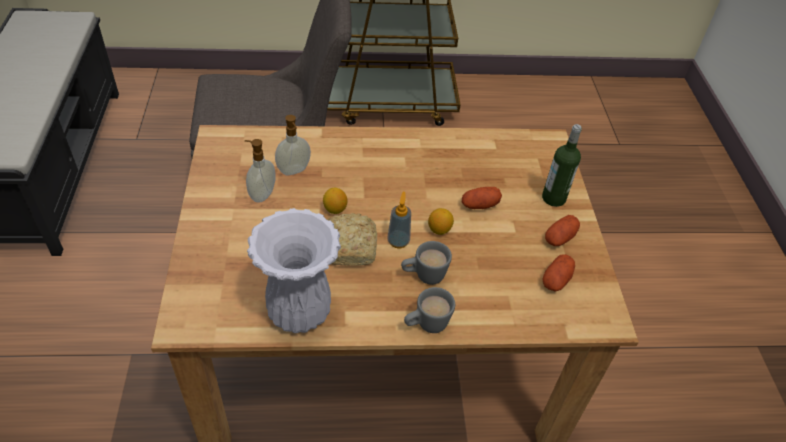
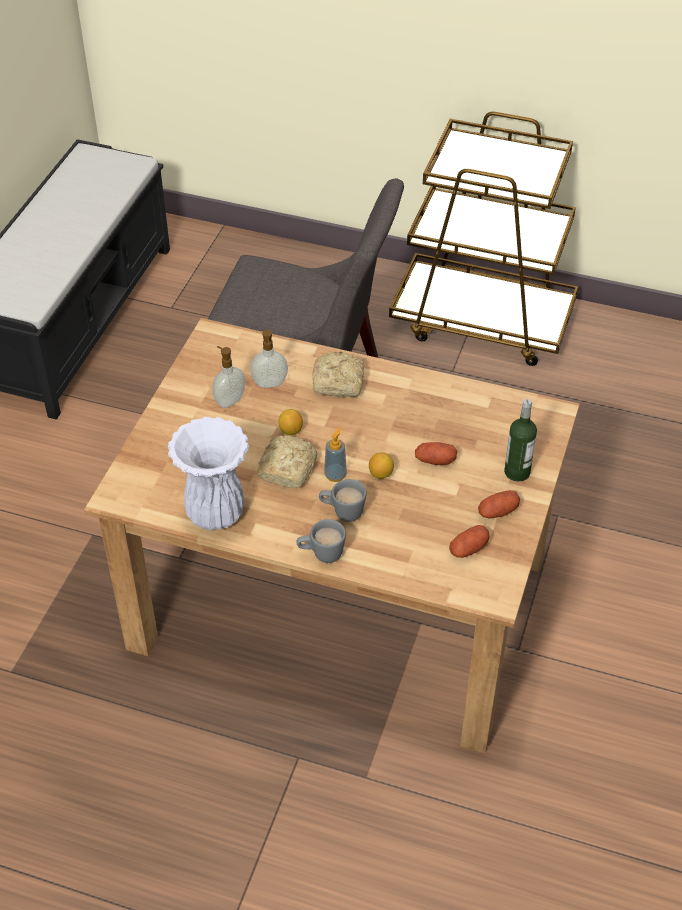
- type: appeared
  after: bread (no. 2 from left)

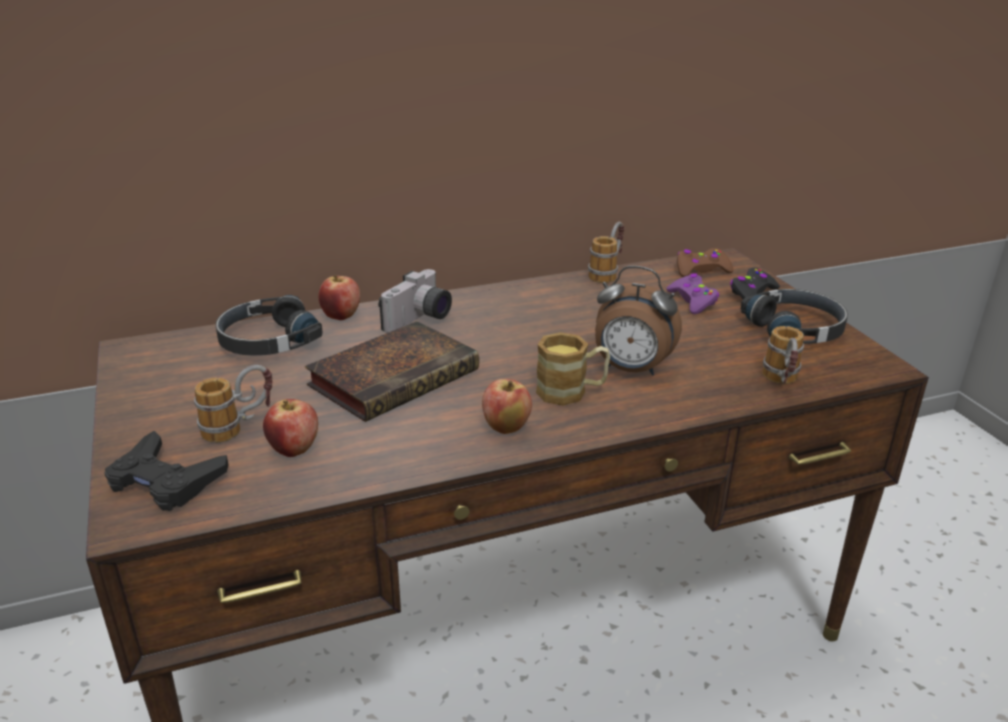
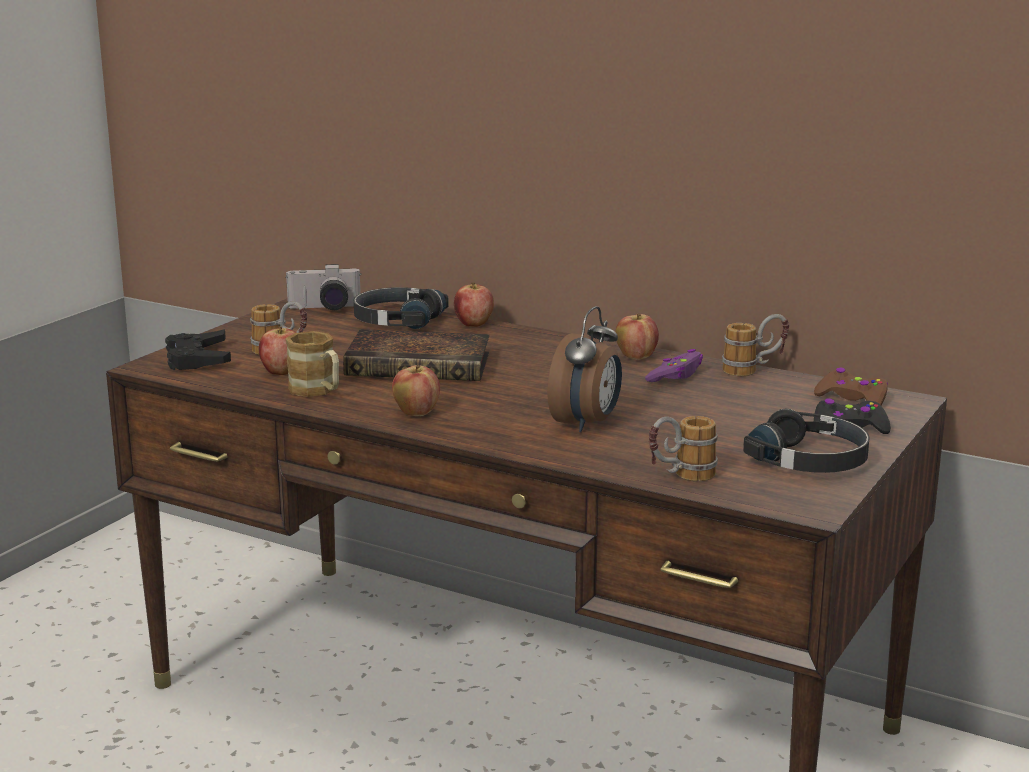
- type: relocated
  before: still camera
- type: relocated
  before: mug (no. 2 from left)
- type: spun
  before: table clock
  turn: -135
- type: relocated
  before: purple-coloured gamepad
- type: appeared
  after: whole apple (no. 4 from left)

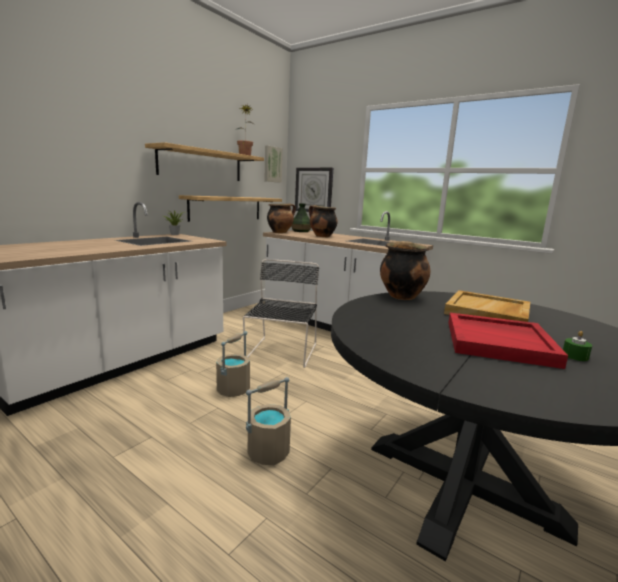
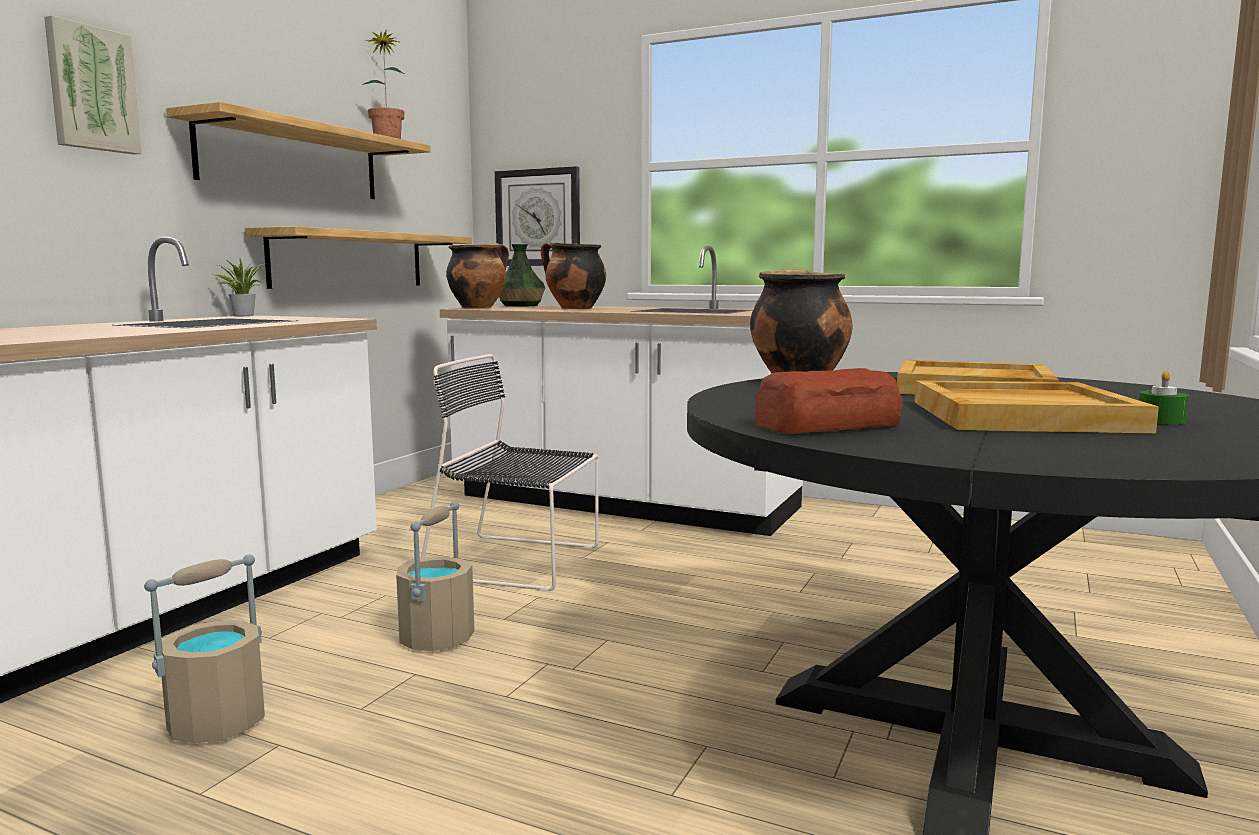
- type: spun
  before: black-coloured chair
  turn: -75
- type: relocated
  before: beige-coloured water bucket (no. 2 from left in the first image)
  after: beige-coloured water bucket (no. 1 from left)
- type: relocated
  before: wall picture
- type: colour
  before: red-coloured carrying tray
  after: beige-coloured carrying tray (no. 2 from left)
- type: appeared
  after: bread

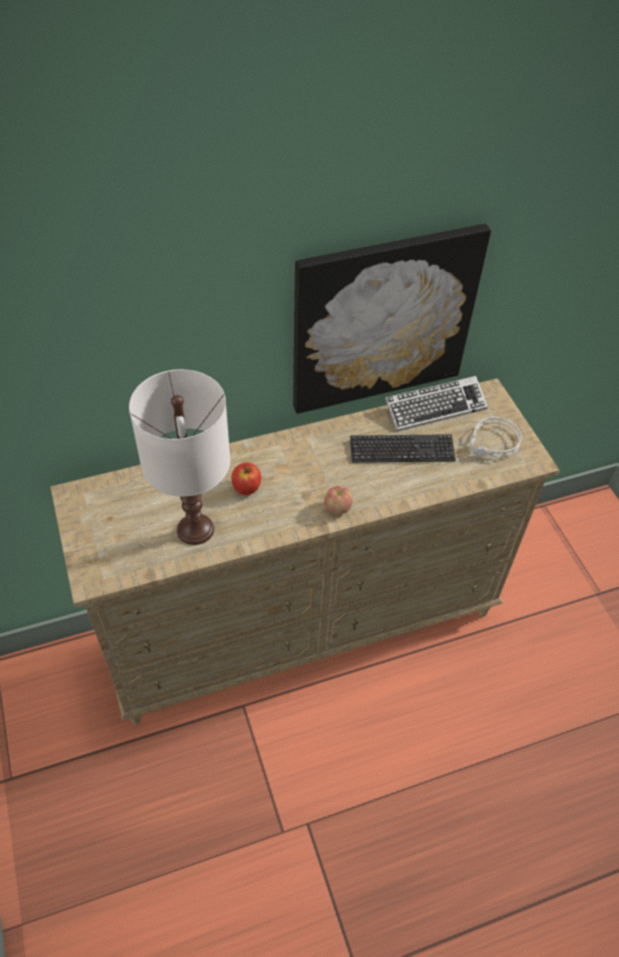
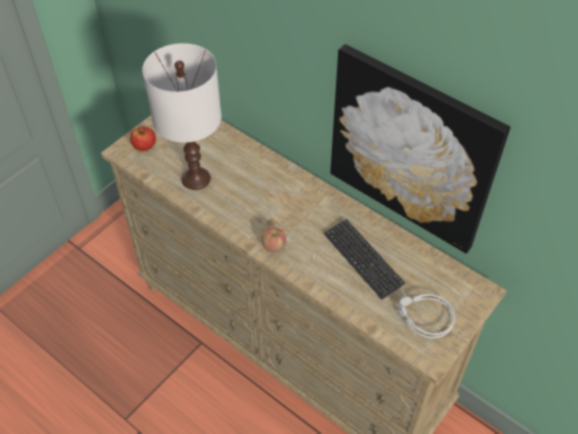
- type: relocated
  before: whole apple (no. 1 from left)
- type: missing
  before: PC keyboard (no. 2 from left)

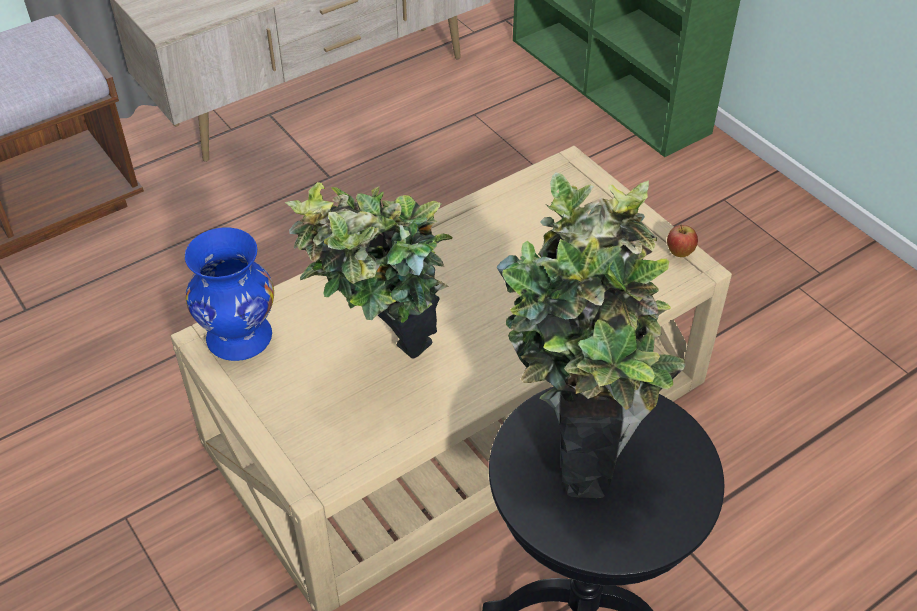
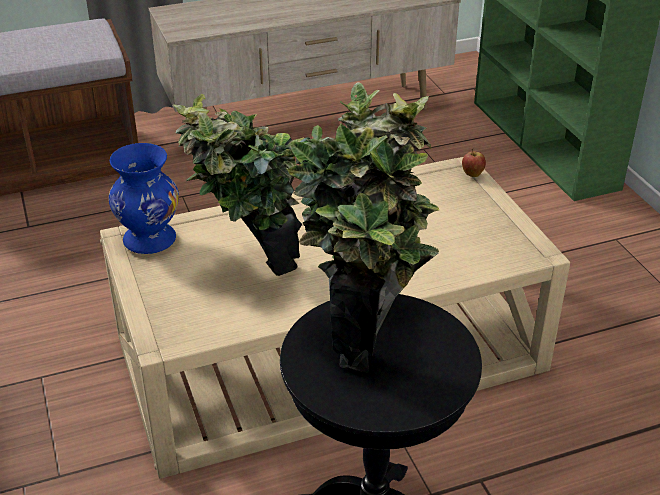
- type: relocated
  before: whole apple

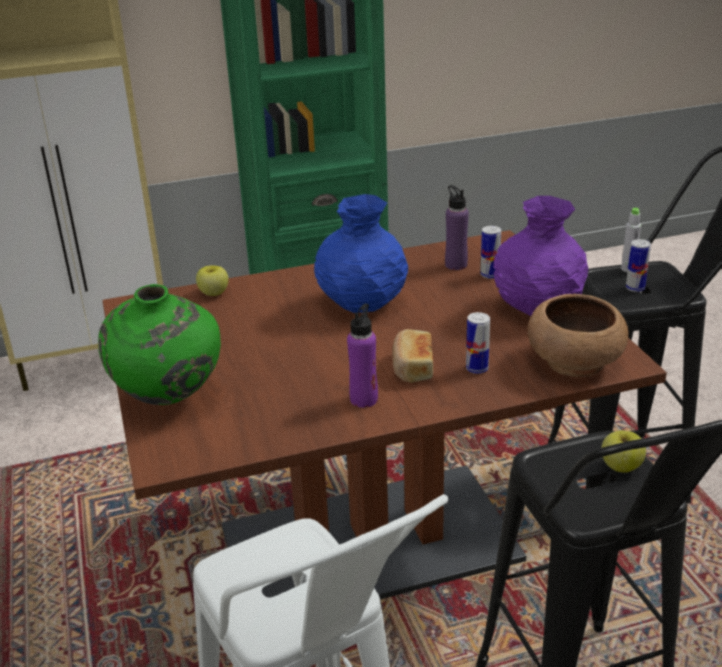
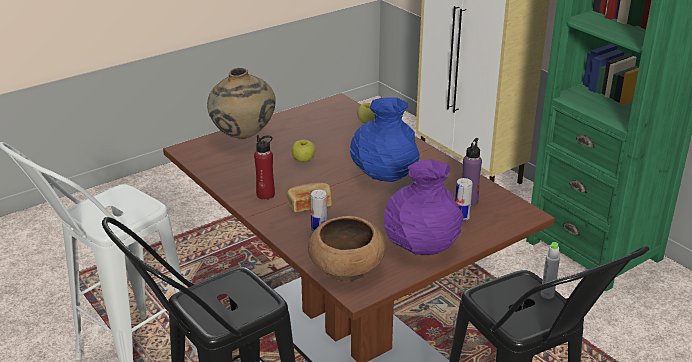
- type: colour
  before: greenish vase
  after: beige-coloured vase
- type: colour
  before: purple-coloured drink bottle (no. 1 from left)
  after: red-coloured drink bottle
- type: relocated
  before: whole apple (no. 2 from left in the first image)
  after: whole apple (no. 1 from left)
- type: missing
  before: metal can (no. 3 from left)

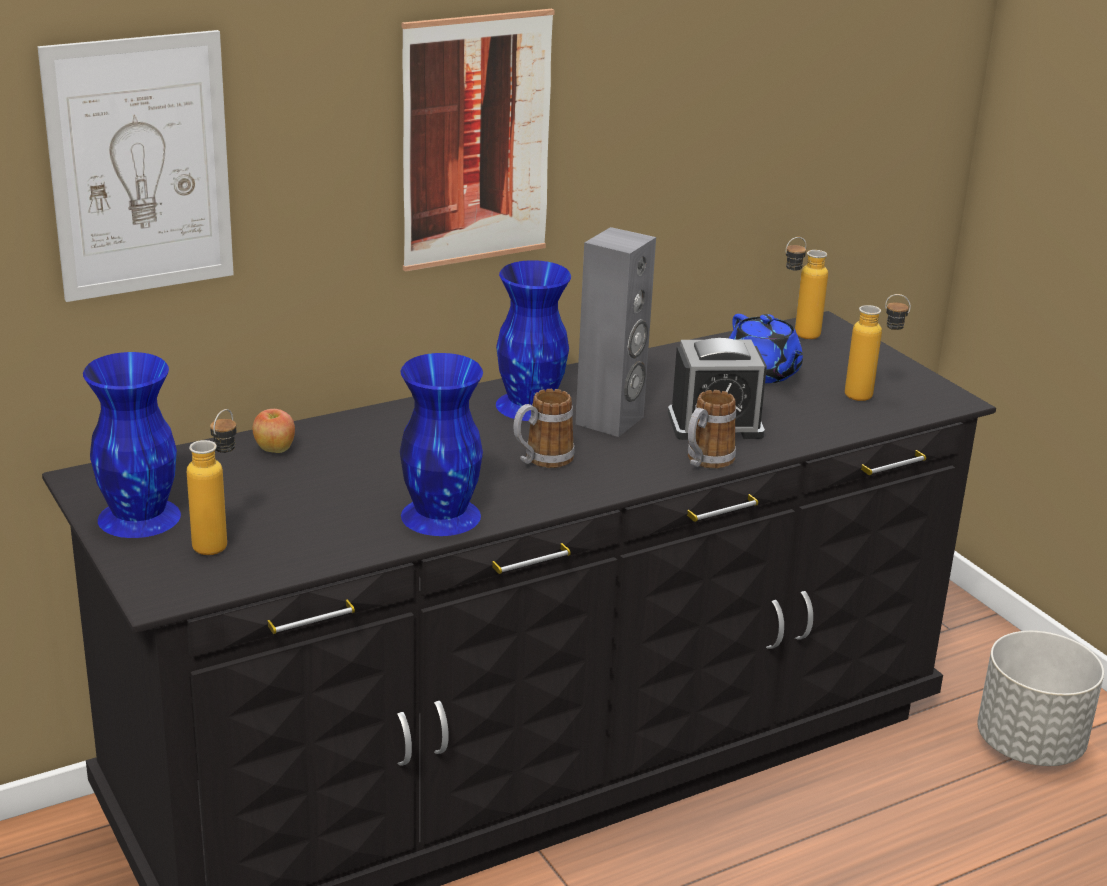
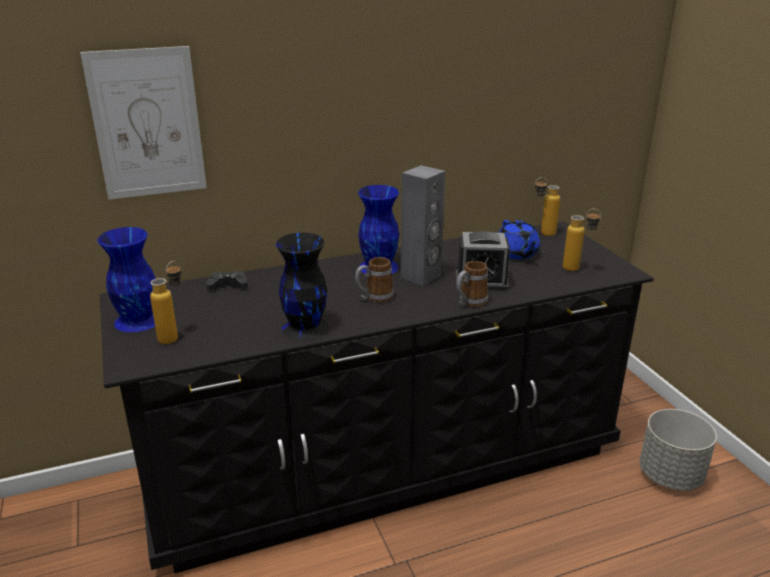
- type: exchanged
  before: whole apple
  after: black-coloured gamepad
- type: colour
  before: blue-coloured vase (no. 2 from left)
  after: black-coloured vase
- type: missing
  before: wall picture (no. 2 from left)

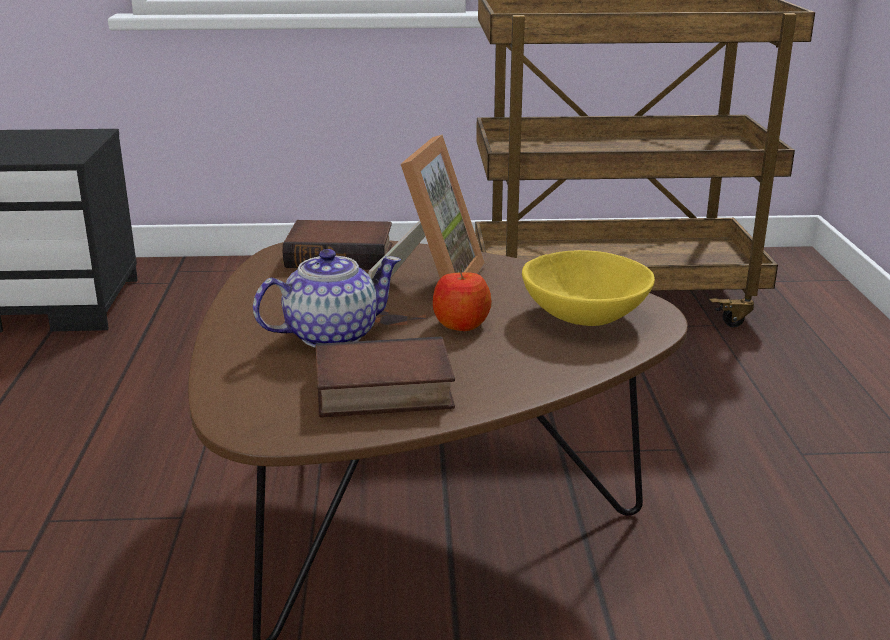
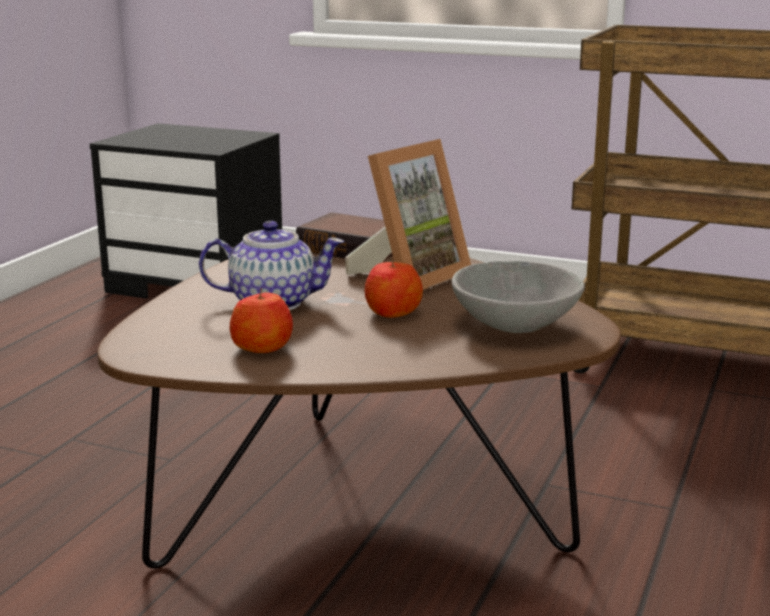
- type: exchanged
  before: book (no. 2 from left)
  after: whole apple (no. 1 from left)
- type: colour
  before: yellowish deep dish
  after: greyish deep dish

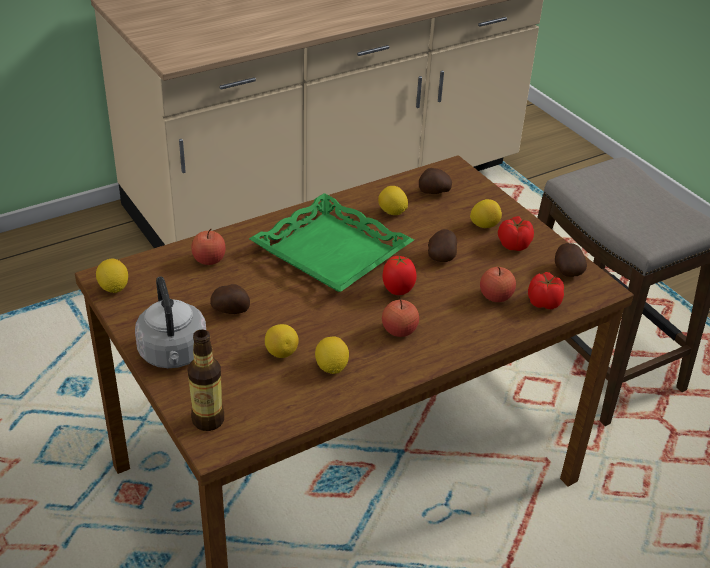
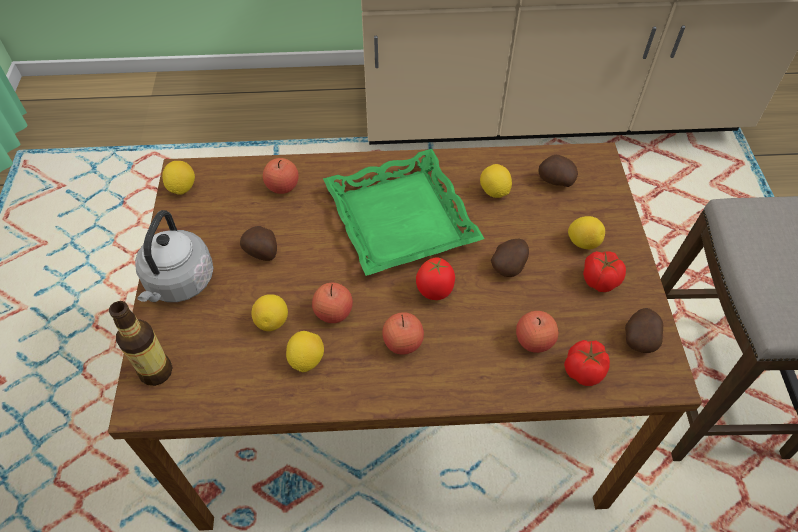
- type: appeared
  after: whole apple (no. 2 from left)

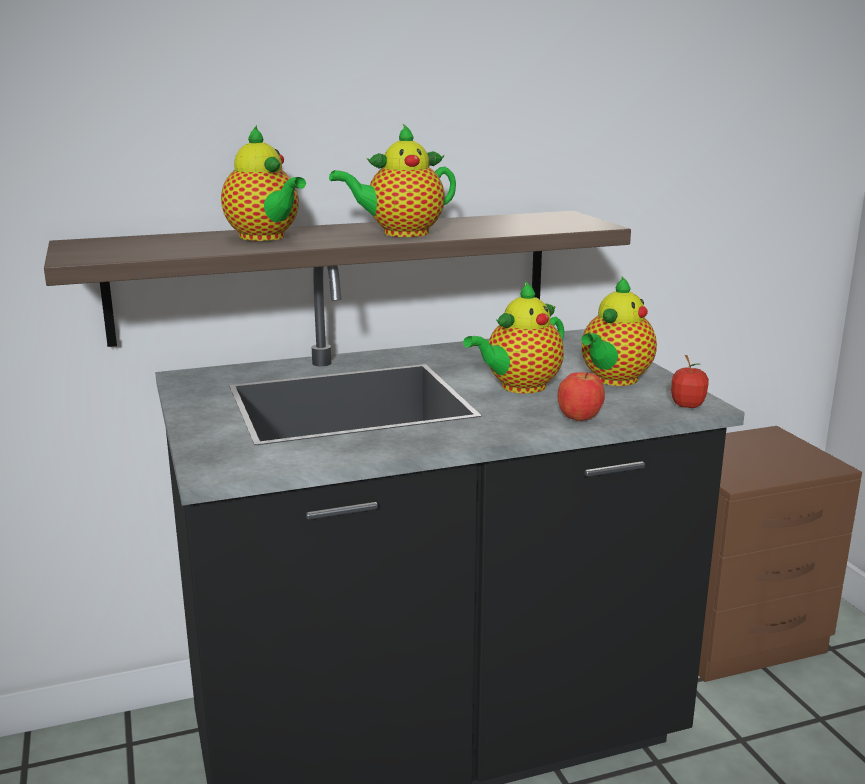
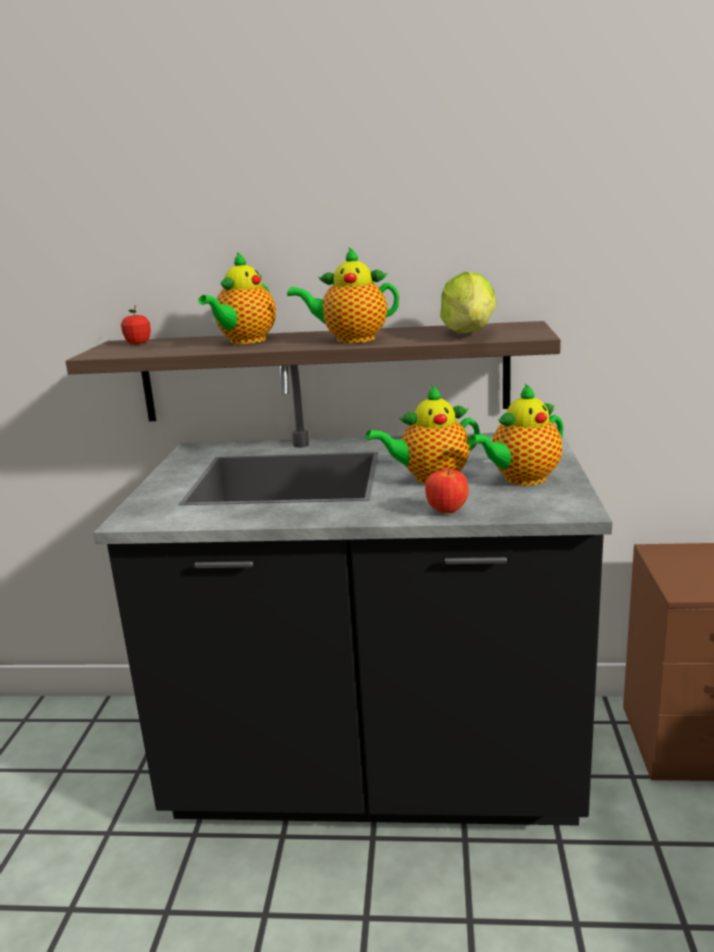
- type: spun
  before: teapot (no. 1 from left)
  turn: 45
- type: relocated
  before: whole apple (no. 2 from left in the first image)
  after: whole apple (no. 1 from left)
- type: appeared
  after: lettuce head

